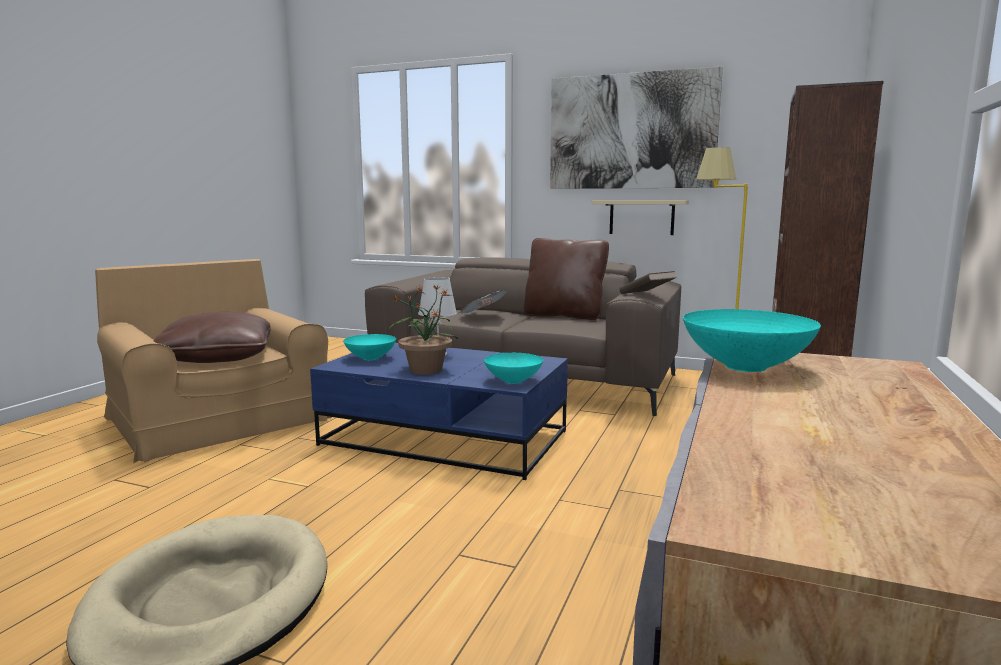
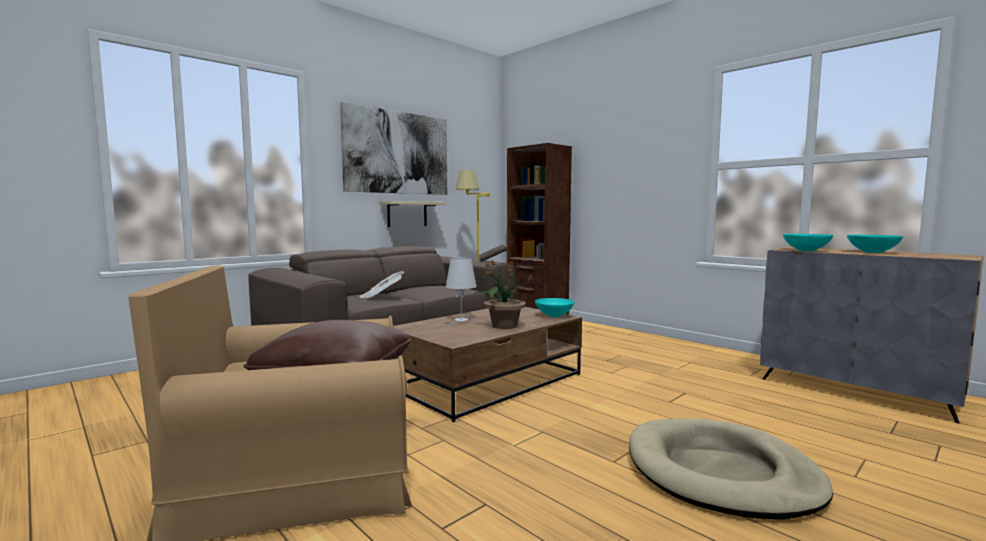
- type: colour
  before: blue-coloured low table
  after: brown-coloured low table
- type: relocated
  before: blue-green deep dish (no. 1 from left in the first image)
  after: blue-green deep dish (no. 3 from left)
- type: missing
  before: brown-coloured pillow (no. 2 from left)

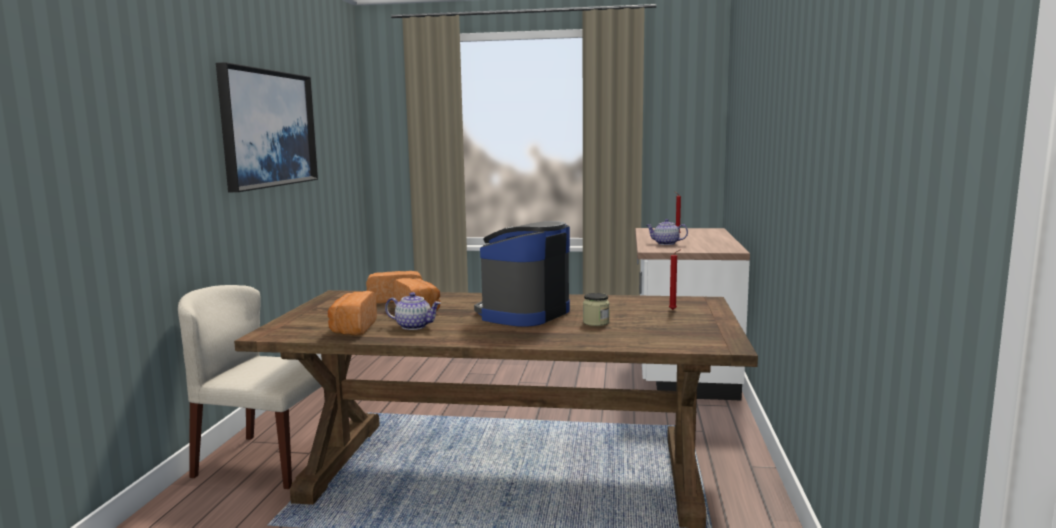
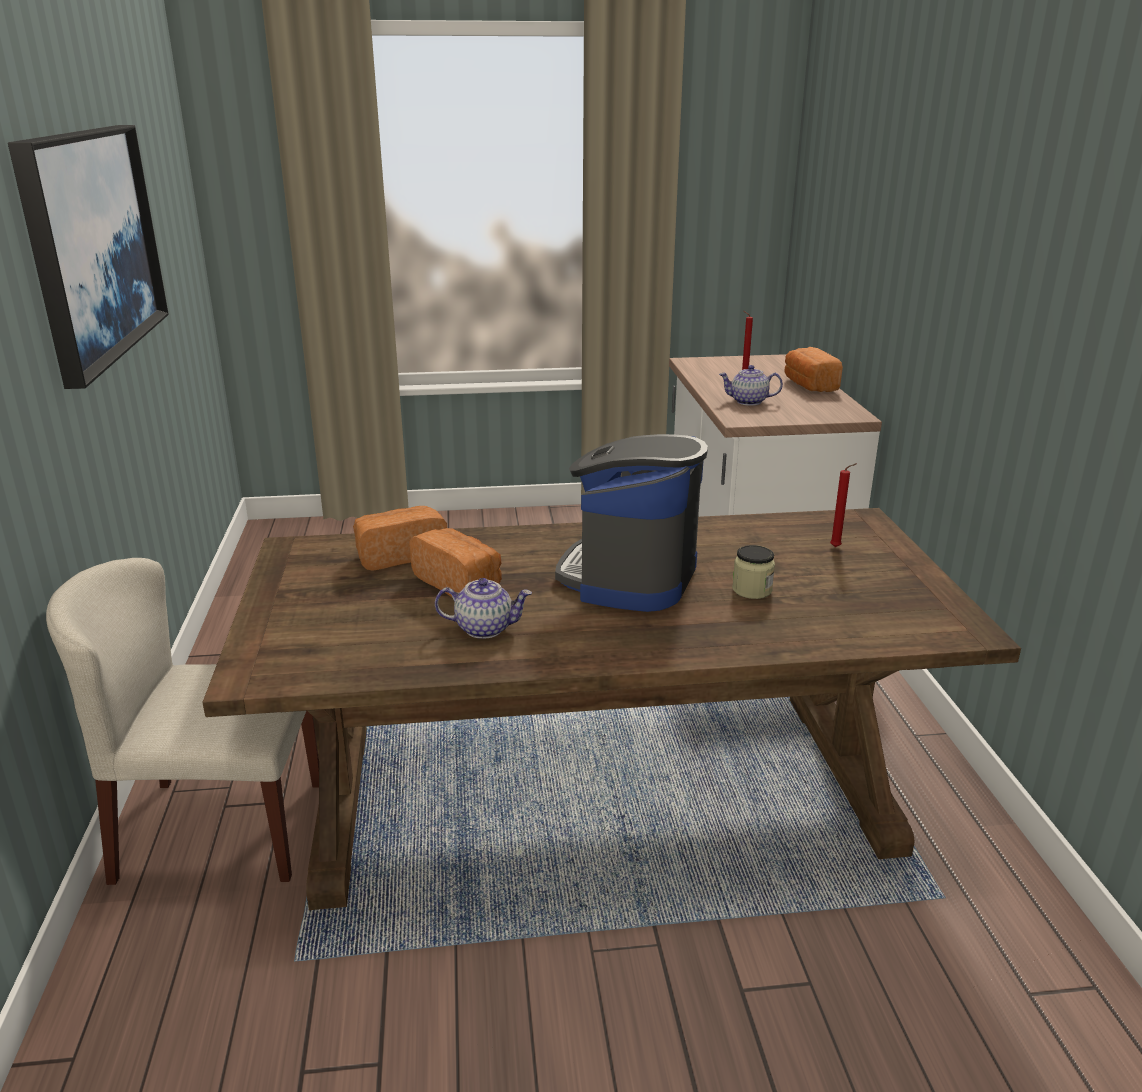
- type: relocated
  before: bread (no. 1 from left in the first image)
  after: bread (no. 3 from left)

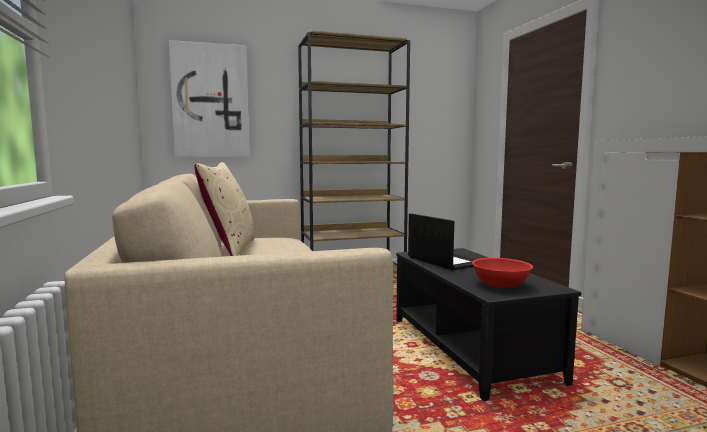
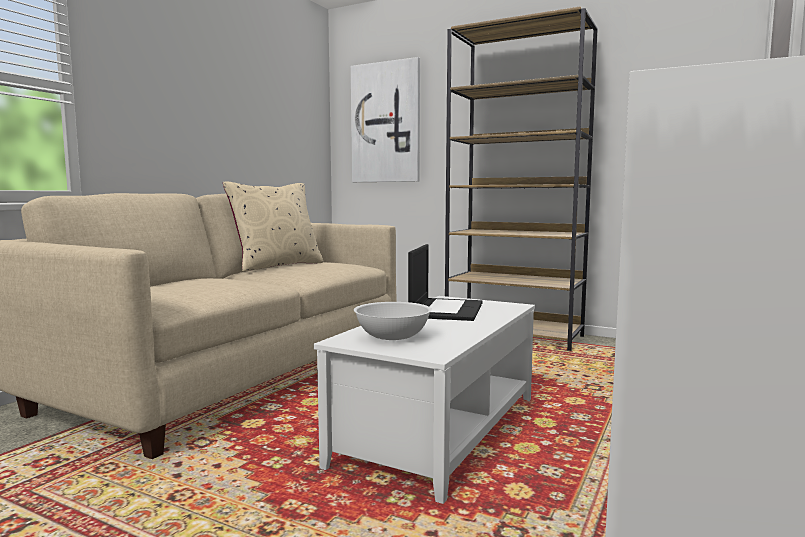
- type: colour
  before: black-coloured low table
  after: white low table
- type: colour
  before: red-coloured deep dish
  after: white deep dish

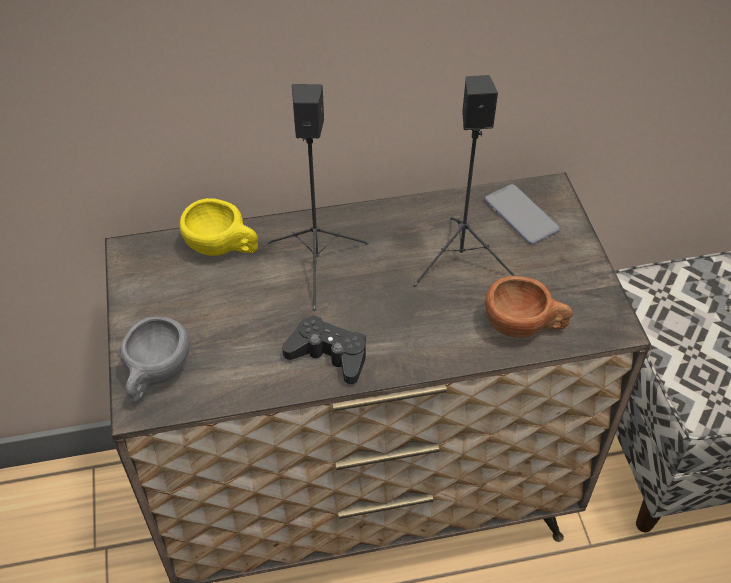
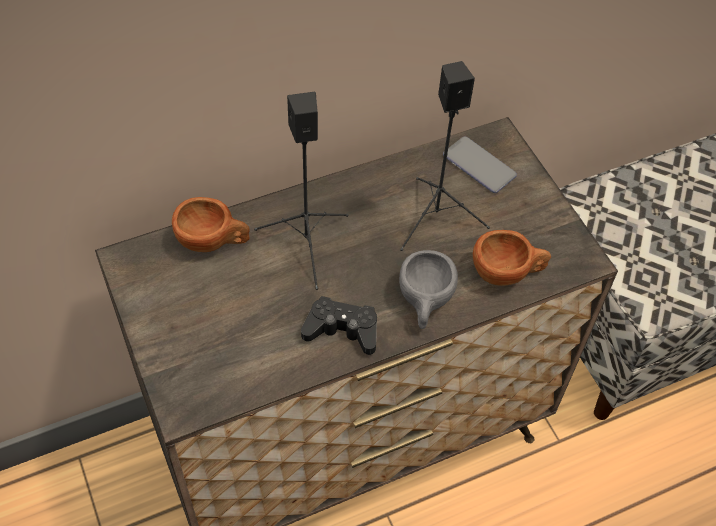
- type: relocated
  before: greyish small cup
- type: colour
  before: yellowish small cup
  after: brown-coloured small cup (no. 1 from left)

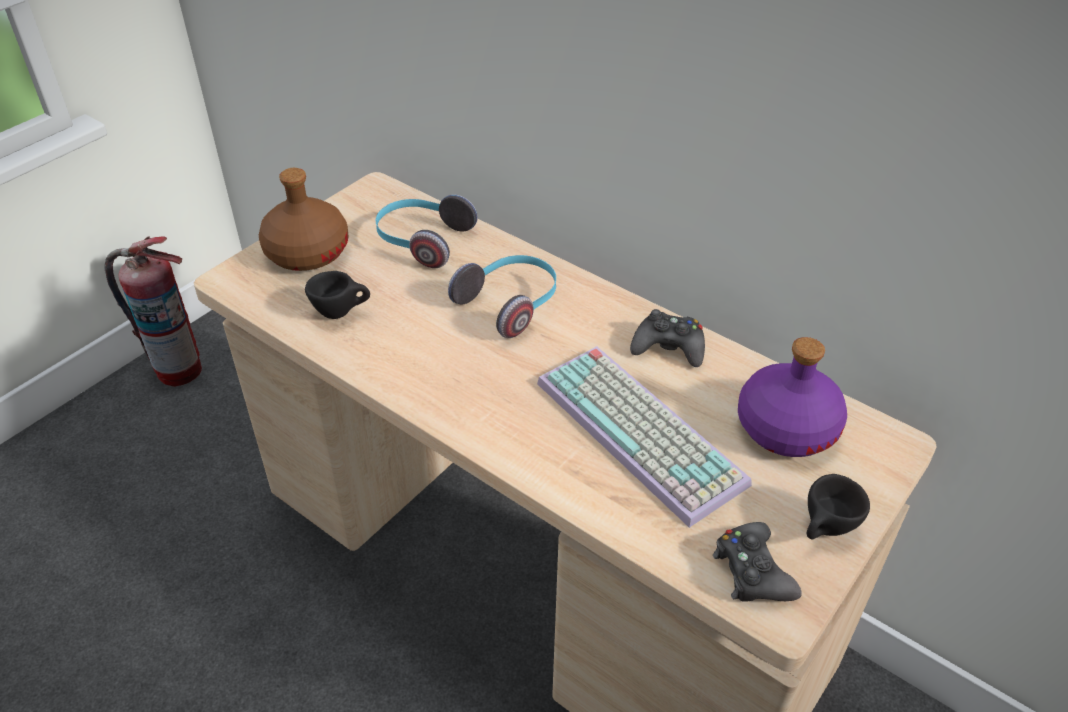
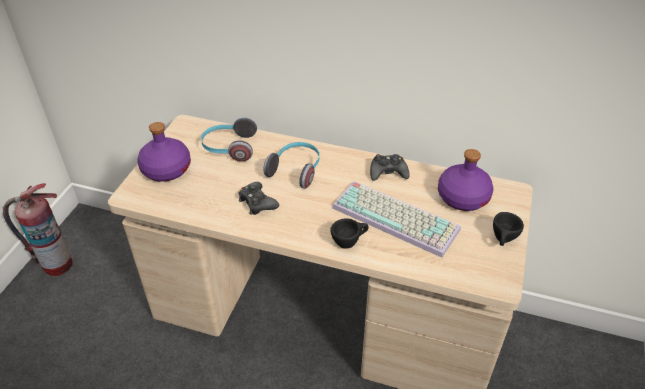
- type: colour
  before: brown-coloured drink bottle
  after: purple-coloured drink bottle (no. 1 from left)
- type: relocated
  before: black-coloured small cup (no. 1 from left)
- type: relocated
  before: black-coloured gamepad (no. 2 from left in the first image)
  after: black-coloured gamepad (no. 1 from left)

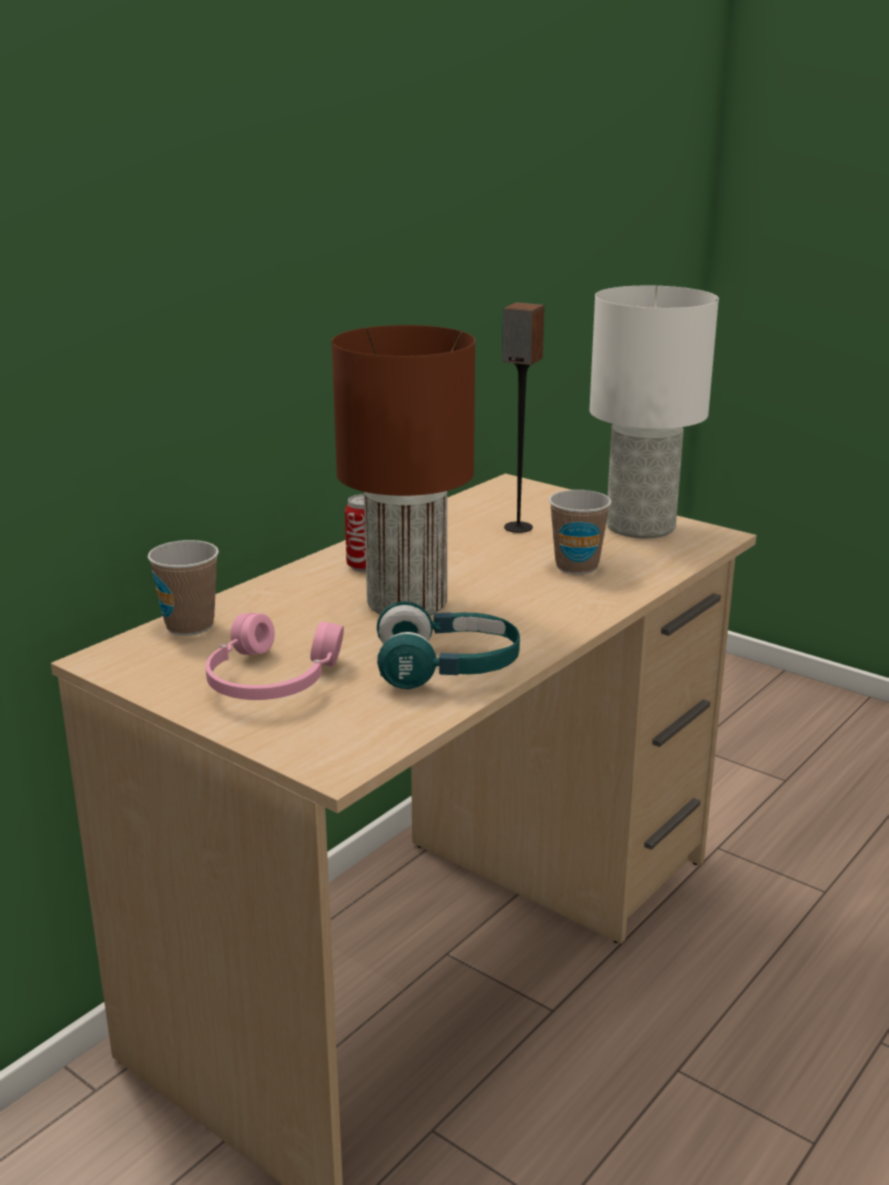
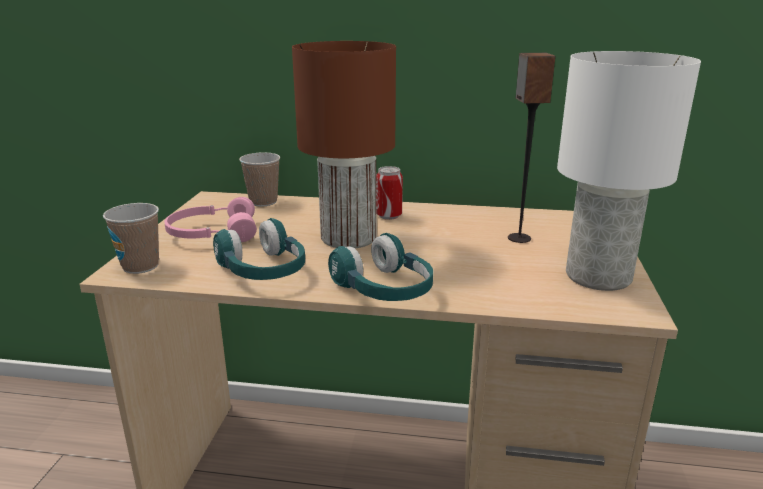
- type: relocated
  before: small cup (no. 2 from left in the first image)
  after: small cup (no. 1 from left)
- type: appeared
  after: blue-green pair of headphones (no. 2 from left)

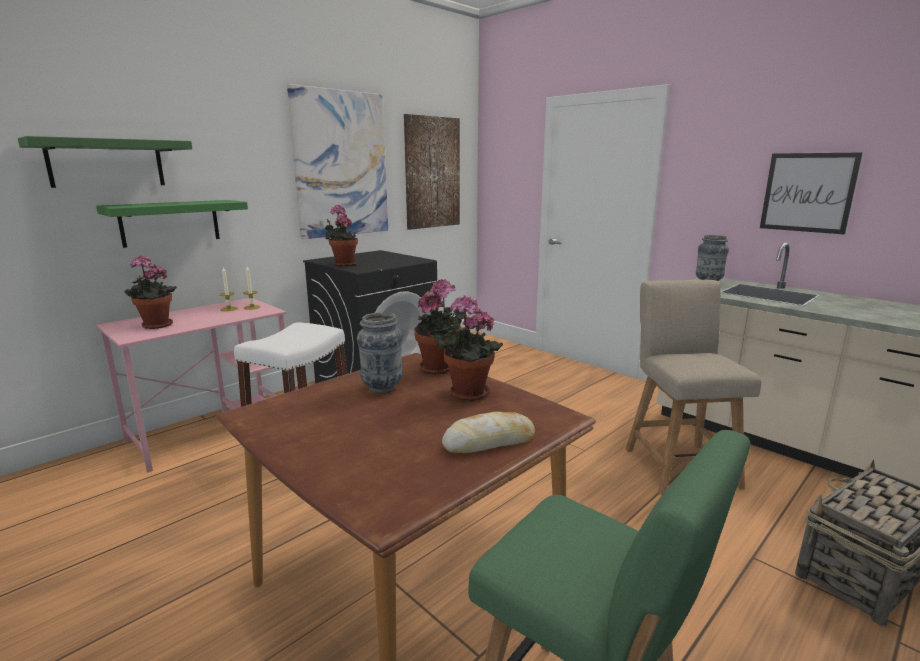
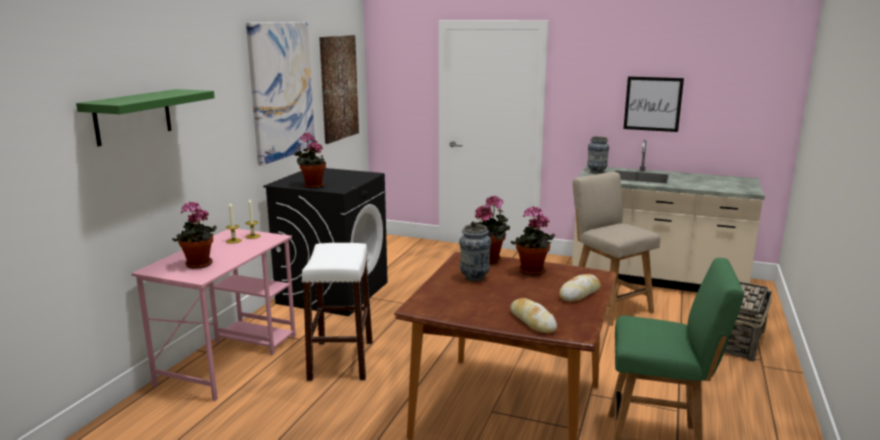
- type: missing
  before: greenish shelf (no. 2 from left)
- type: appeared
  after: bread (no. 1 from left)

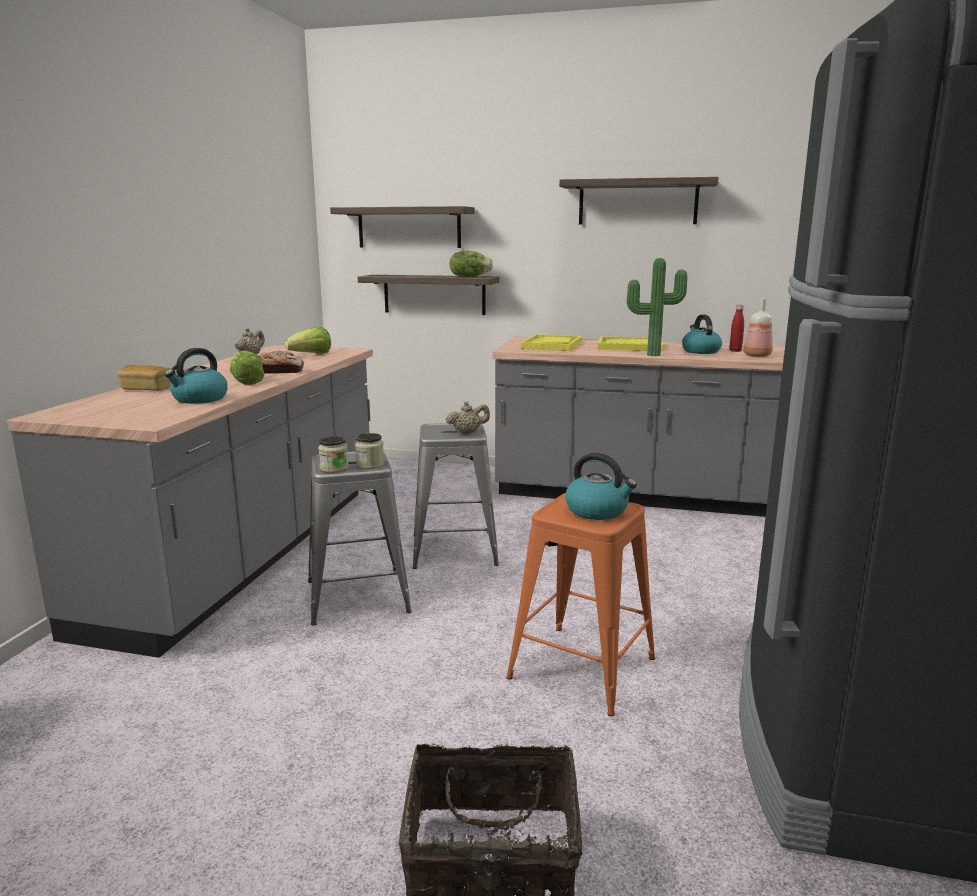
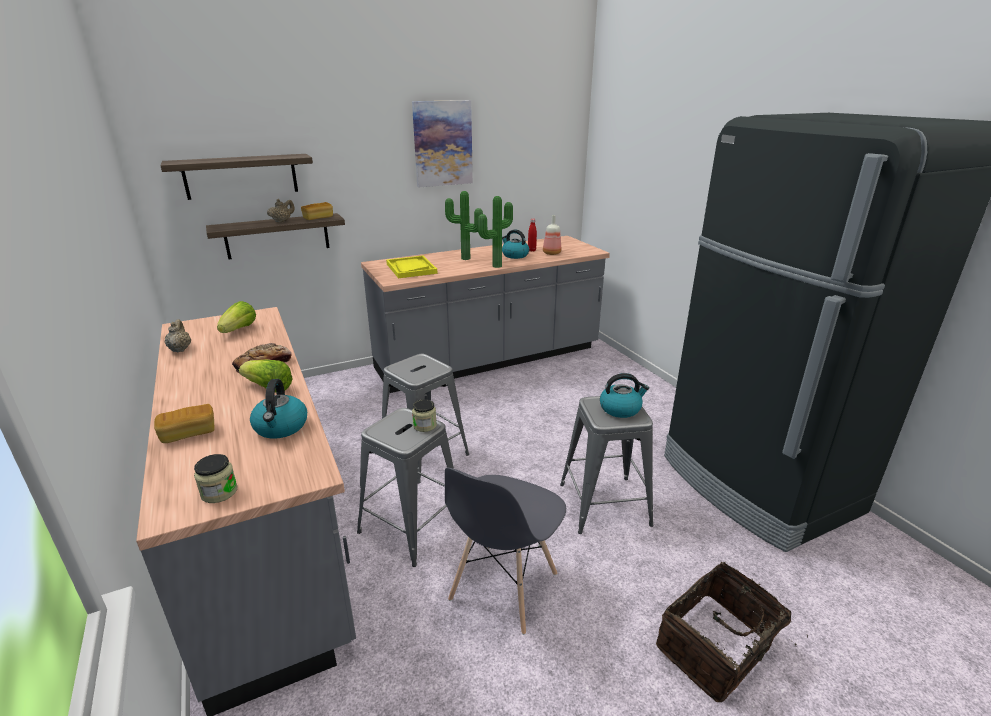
- type: relocated
  before: jar (no. 1 from left)
- type: relocated
  before: beige-coloured teapot (no. 2 from left)
- type: exchanged
  before: lettuce head (no. 3 from left)
  after: bread (no. 3 from left)
- type: colour
  before: orange stool
  after: greyish stool (no. 3 from left)
- type: exchanged
  before: shelf (no. 3 from left)
  after: wall picture
- type: exchanged
  before: yellowish carrying tray (no. 2 from left)
  after: potted plant (no. 1 from left)
- type: appeared
  after: greyish chair

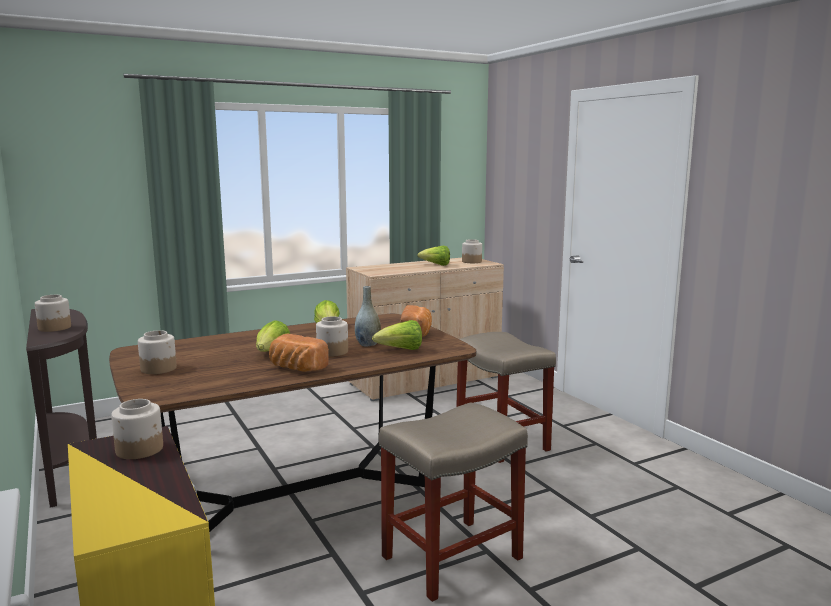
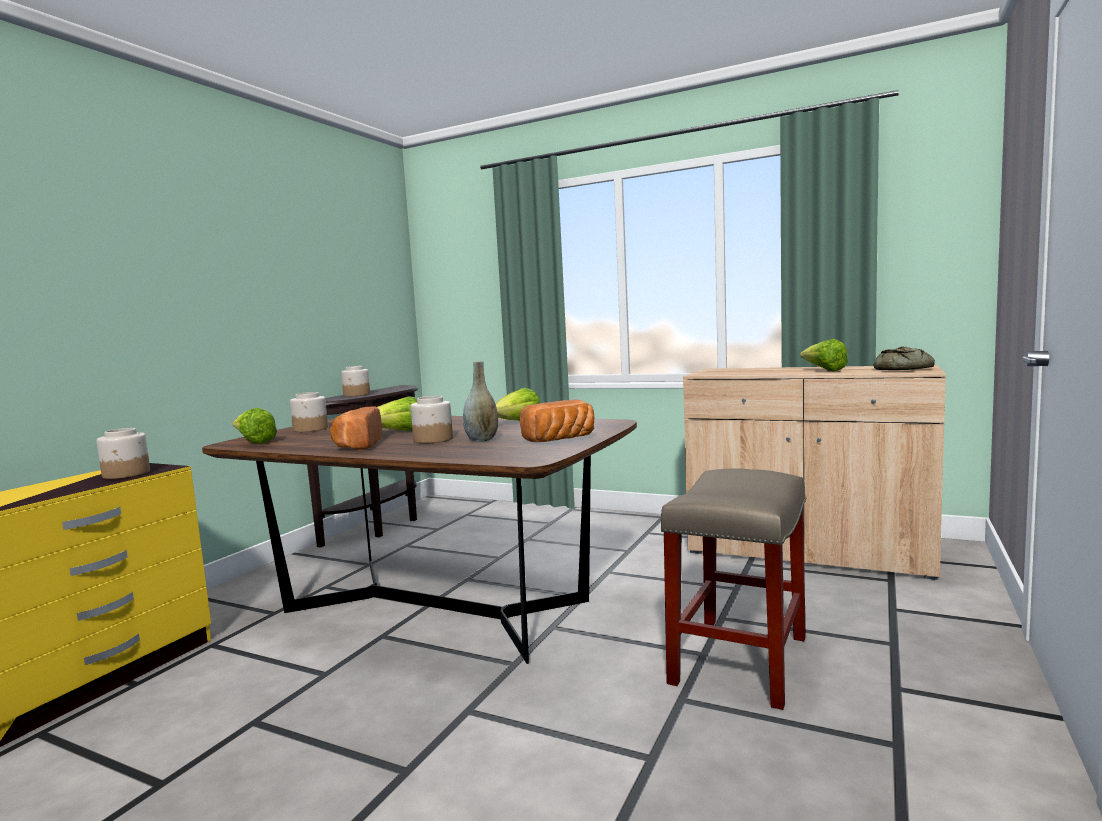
- type: relocated
  before: lettuce head (no. 3 from left in the first image)
  after: lettuce head (no. 1 from left)
- type: missing
  before: beige-coloured stool (no. 1 from left)
- type: exchanged
  before: jar (no. 5 from left)
  after: bread (no. 3 from left)

